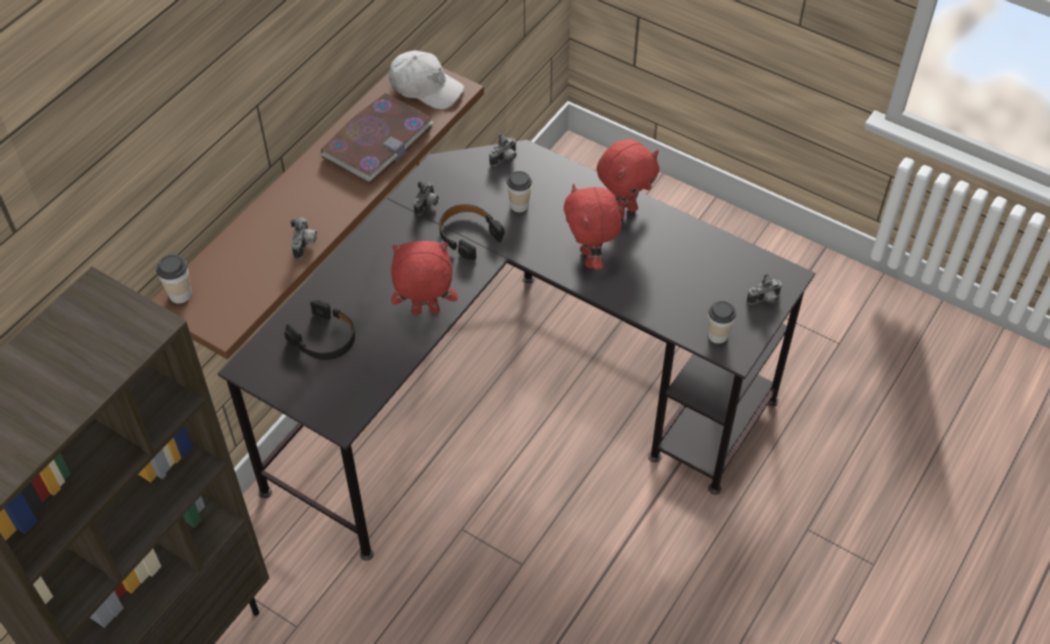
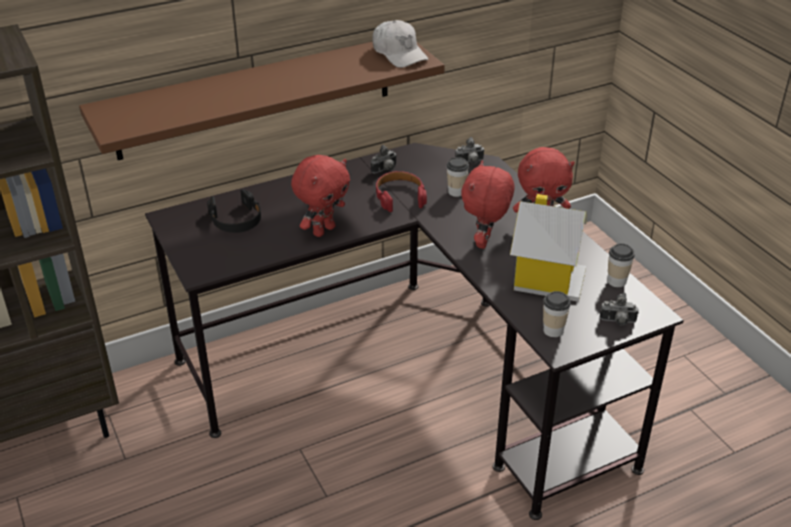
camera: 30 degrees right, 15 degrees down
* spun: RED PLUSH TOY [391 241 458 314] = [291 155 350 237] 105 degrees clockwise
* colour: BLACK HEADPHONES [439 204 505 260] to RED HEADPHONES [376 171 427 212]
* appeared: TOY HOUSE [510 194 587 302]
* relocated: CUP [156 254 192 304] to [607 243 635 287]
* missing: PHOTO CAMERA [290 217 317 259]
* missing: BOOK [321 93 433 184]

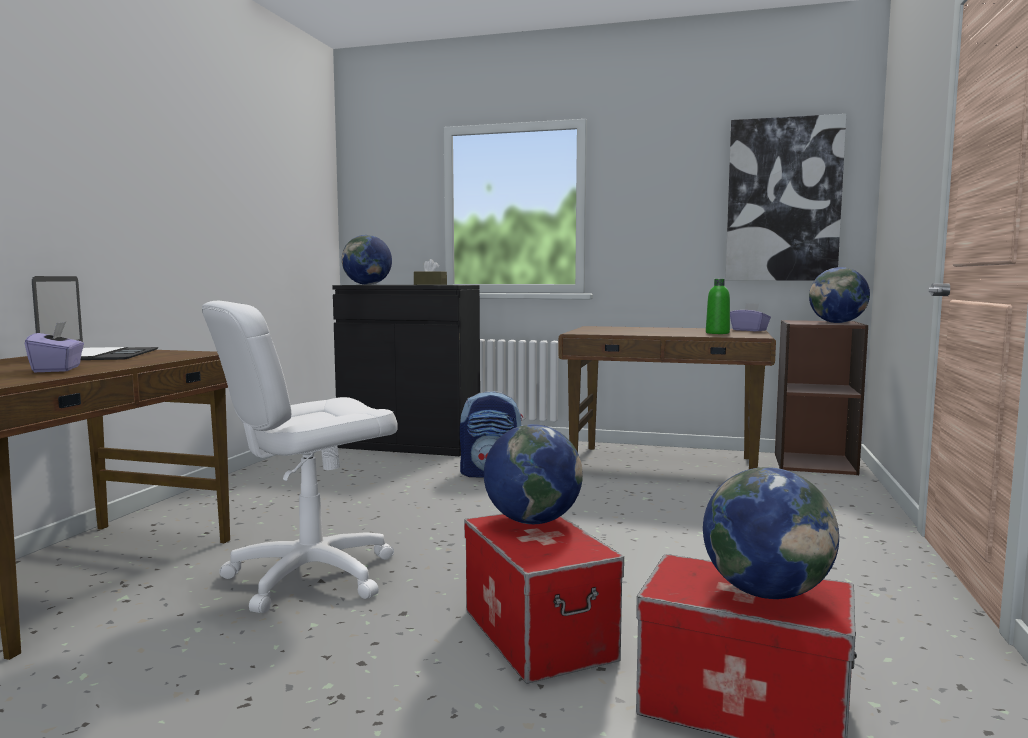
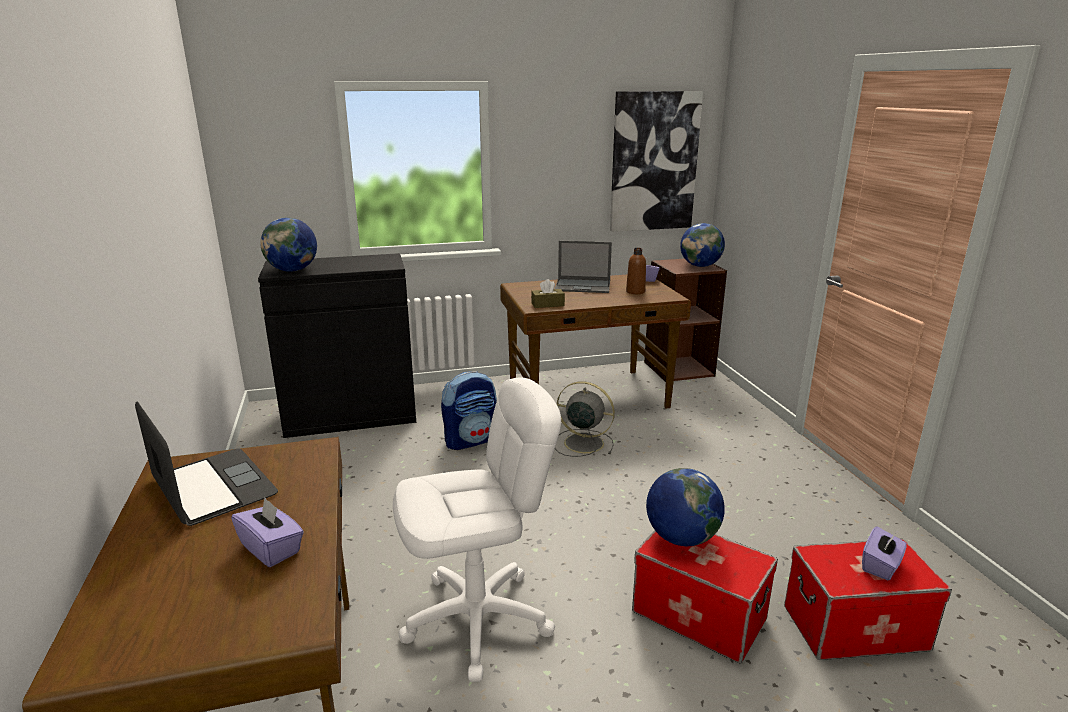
camera: 30 degrees left, 15 degrees up
* spun: WHITE OFFICE CHAIR [202 301 398 613] = [393 377 561 682] 135 degrees counterclockwise
* relocated: BROWN TISSUE BOX [414 259 447 285] to [531 279 565 308]
* appeared: LAPTOP [555 241 612 293]
* appeared: GREY FAN [555 381 615 457]
* colour: GREEN BOTTLE [706 279 730 334] to BROWN BOTTLE [626 248 646 294]
* exchanged: GLOBE [703 467 839 599] to PURPLE TISSUE BOX [862 527 907 580]

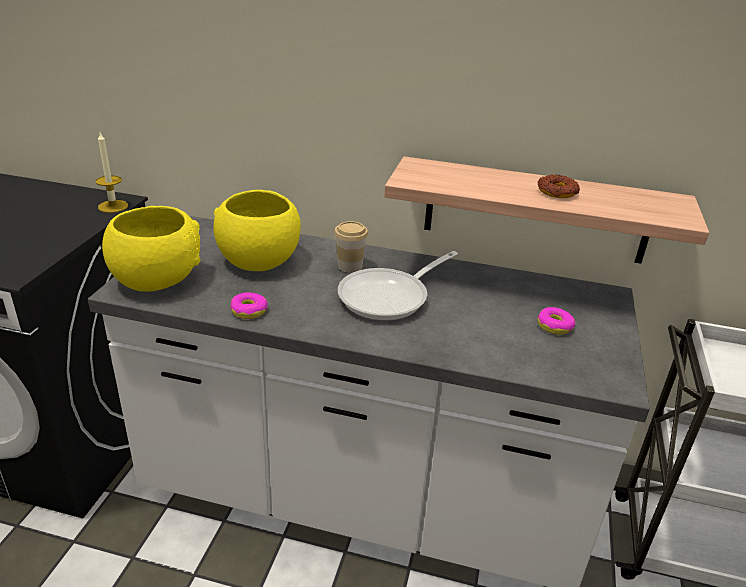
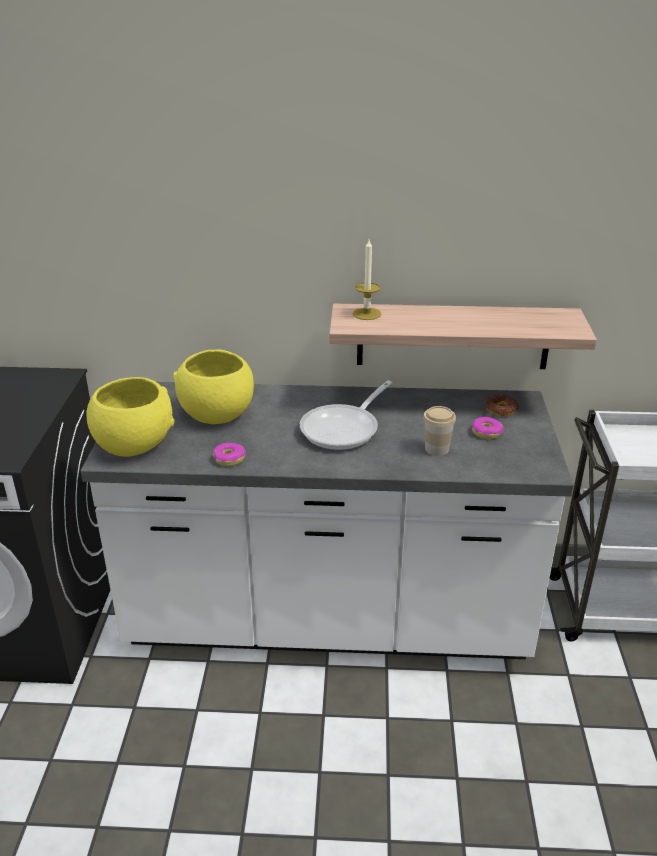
camera: 10 degrees left, 0 degrees up
* relocated: CANDLE [95 133 128 213] to [353 240 382 320]
* relocated: CUP [334 221 368 273] to [423 406 456 456]
* relocated: DONUT [538 174 580 198] to [485 394 519 416]

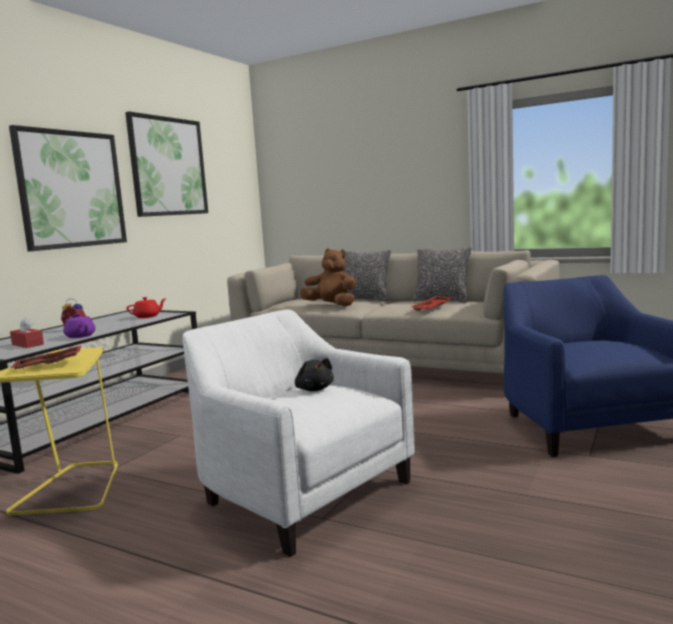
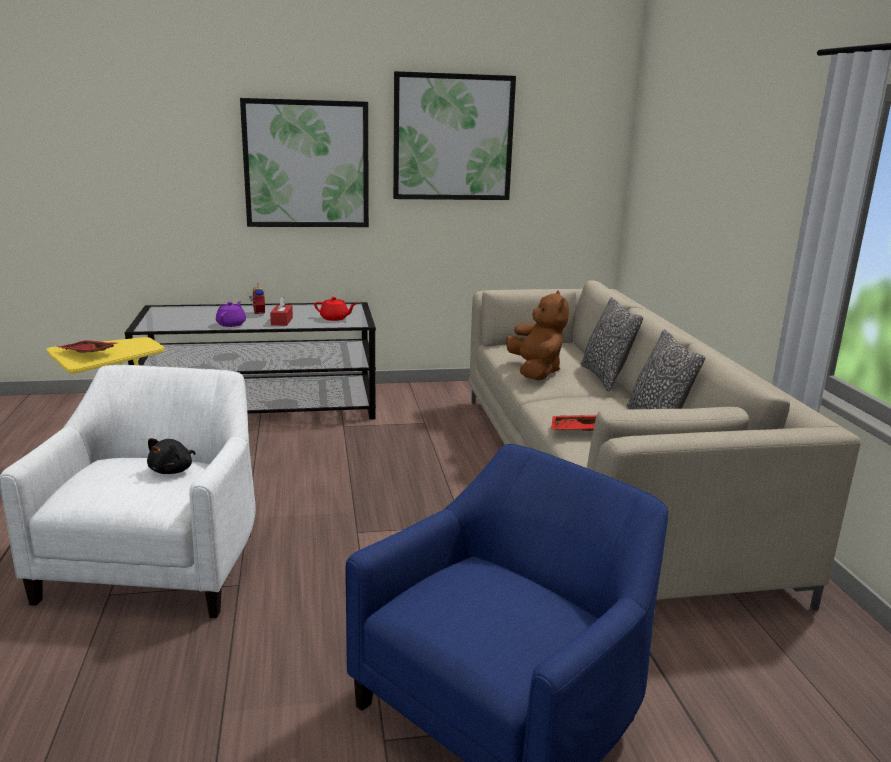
camera: 50 degrees right, 10 degrees up
* relocated: RED TISSUE BOX [10 317 44 348] to [270 296 293 326]

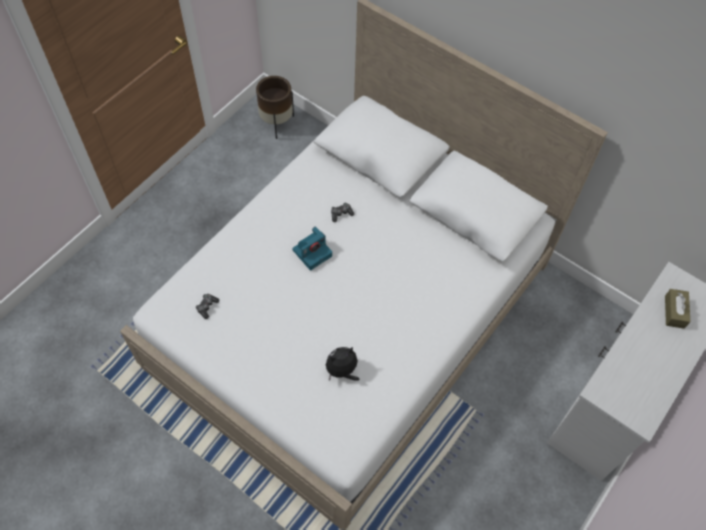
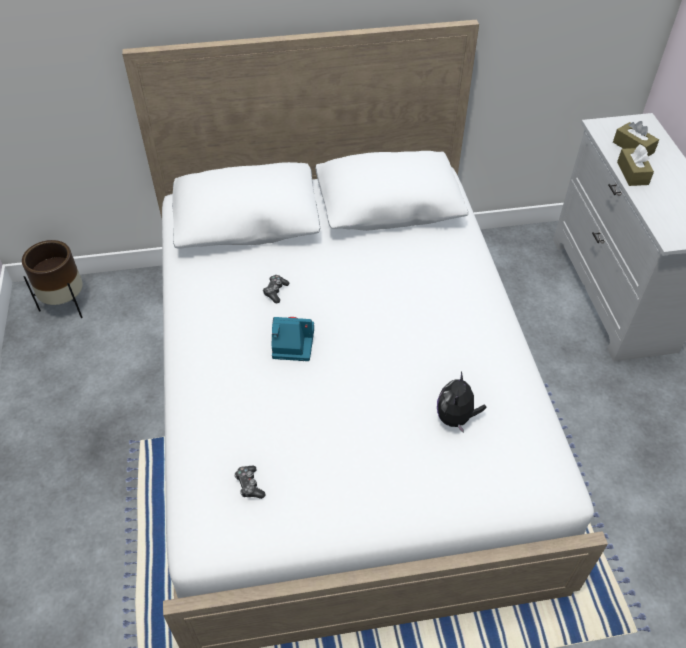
camera: 45 degrees left, 10 degrees down
* spun: PHOTO CAMERA [292 227 332 271] = [271 317 314 361] 90 degrees counterclockwise
* appeared: BROWN TISSUE BOX [617 144 654 186]

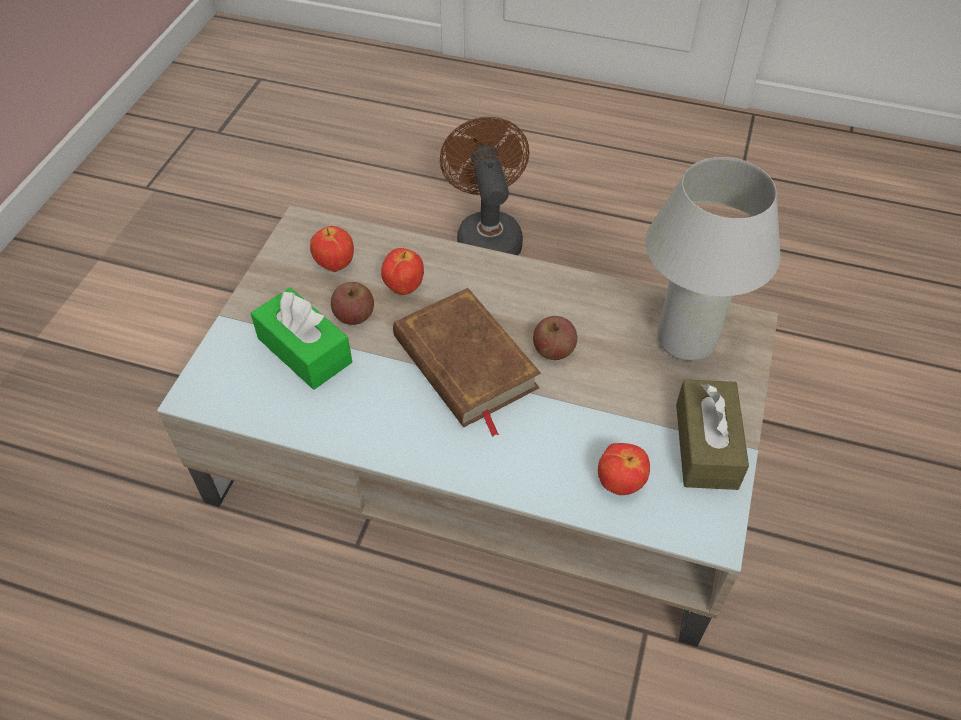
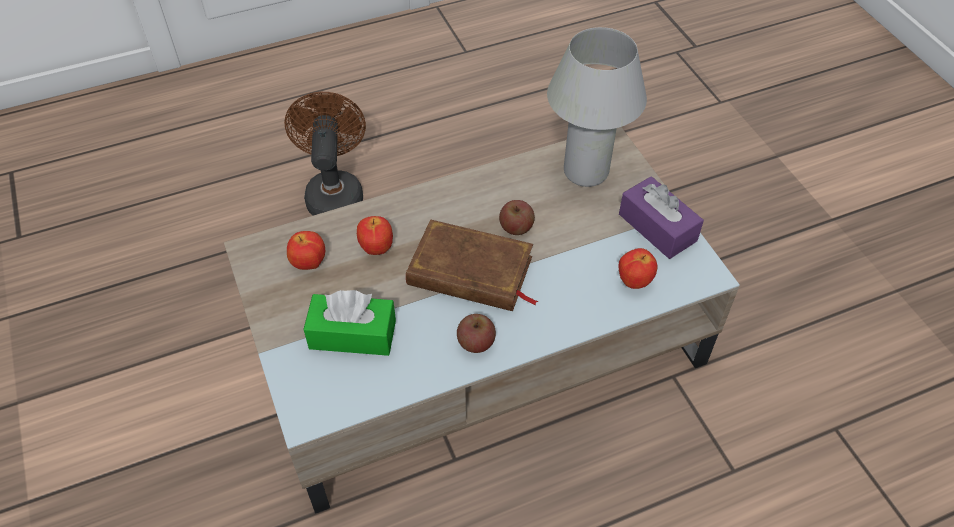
camera: 40 degrees left, 0 degrees up
* spun: BROWN FAN [440 117 529 255] = [284 92 366 216] 45 degrees clockwise
* relocated: APPLE [331 282 374 325] to [457 314 496 353]
* colour: BROWN TISSUE BOX [676 379 749 490] to PURPLE TISSUE BOX [619 176 704 259]

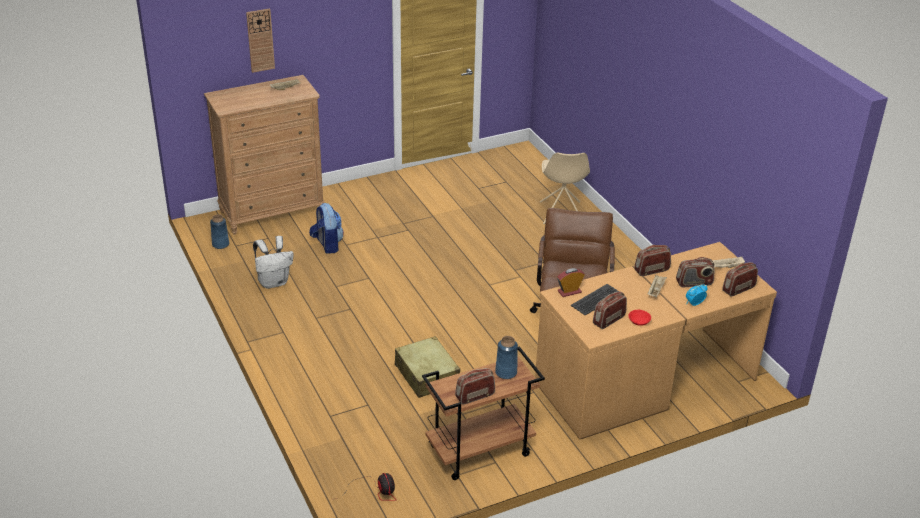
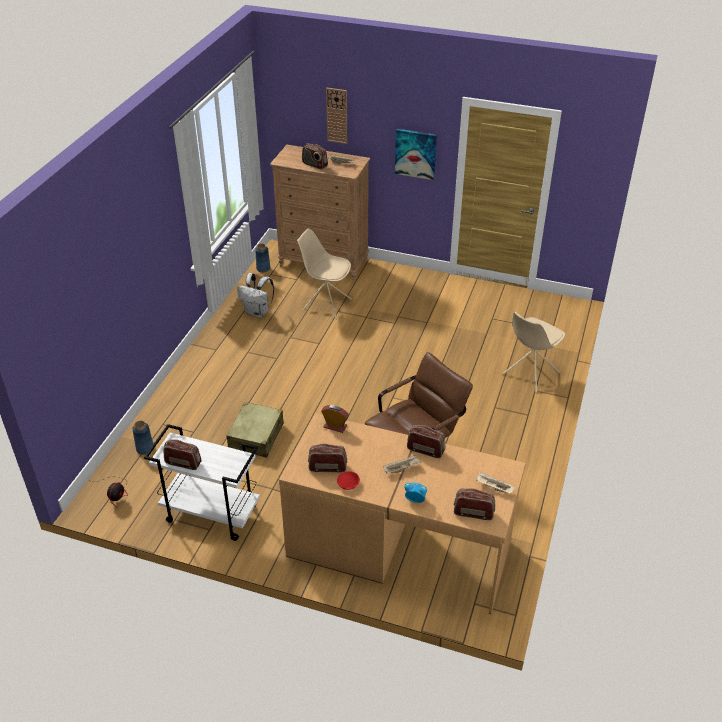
camera: 45 degrees right, 5 degrees up
* relocated: BLUE VASE [495 336 518 379] to [132 421 154 455]
* colour: BROWN CART [422 346 545 480] to WHITE CART [144 424 260 541]
* exchanged: BACKPACK [309 203 344 254] to BEIGE CHAIR [297 229 352 320]
* relocated: RADIO [676 257 715 287] to [302 143 328 169]
* appeared: PICTURE [395 129 437 180]
* missing: KEYBOARD [571 284 619 315]

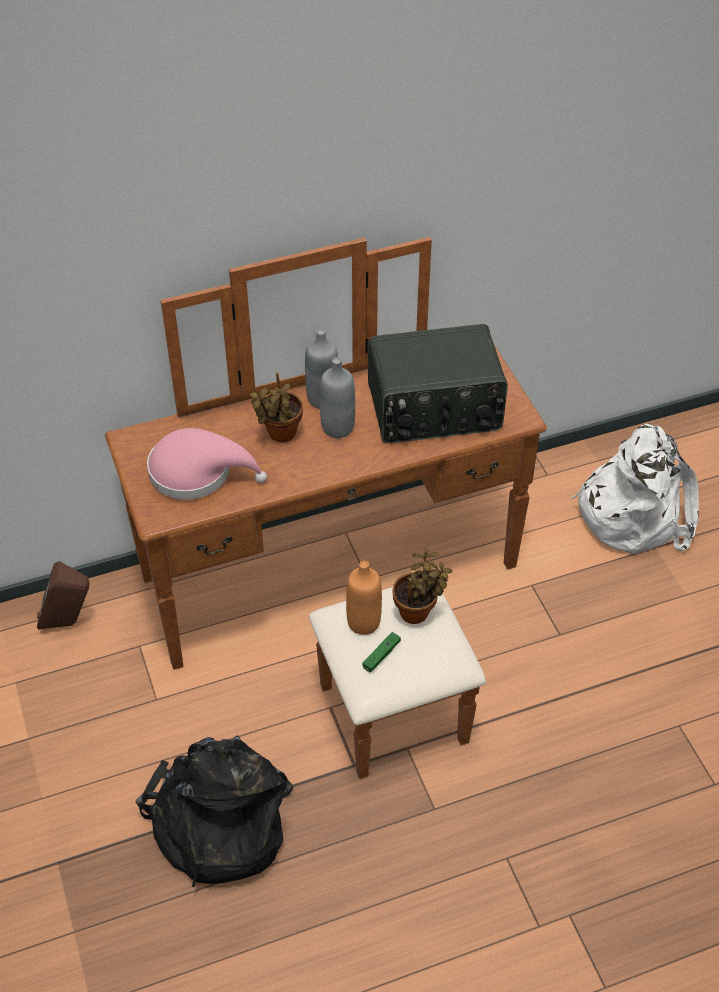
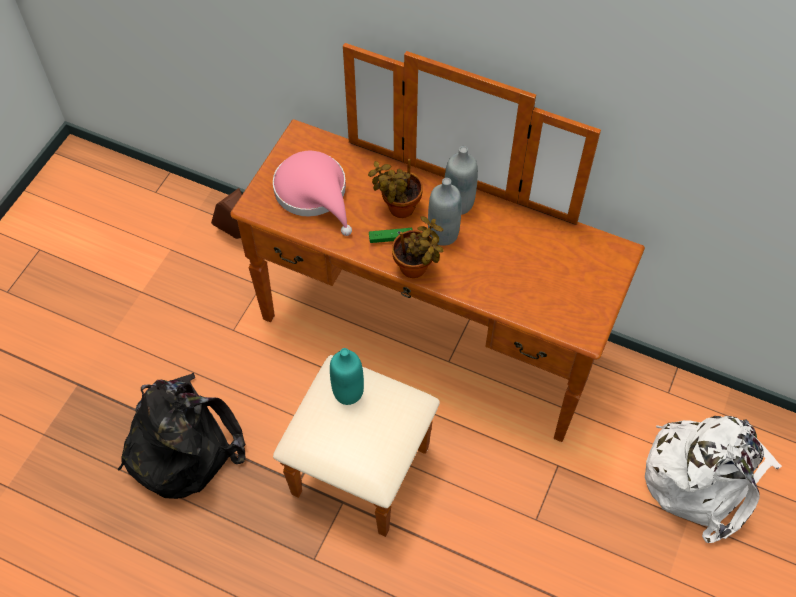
camera: 45 degrees right, 10 degrees up
* colour: ORANGE BOTTLE [346 561 382 635] to TURQUOISE BOTTLE [330 348 364 405]
* relocated: GREEN GAME CONTROLLER [363 632 401 672] to [369 228 412 243]
* relocated: POTTED PLANT [392 548 452 624] to [392 216 444 278]
* missing: RADIO [368 324 508 443]

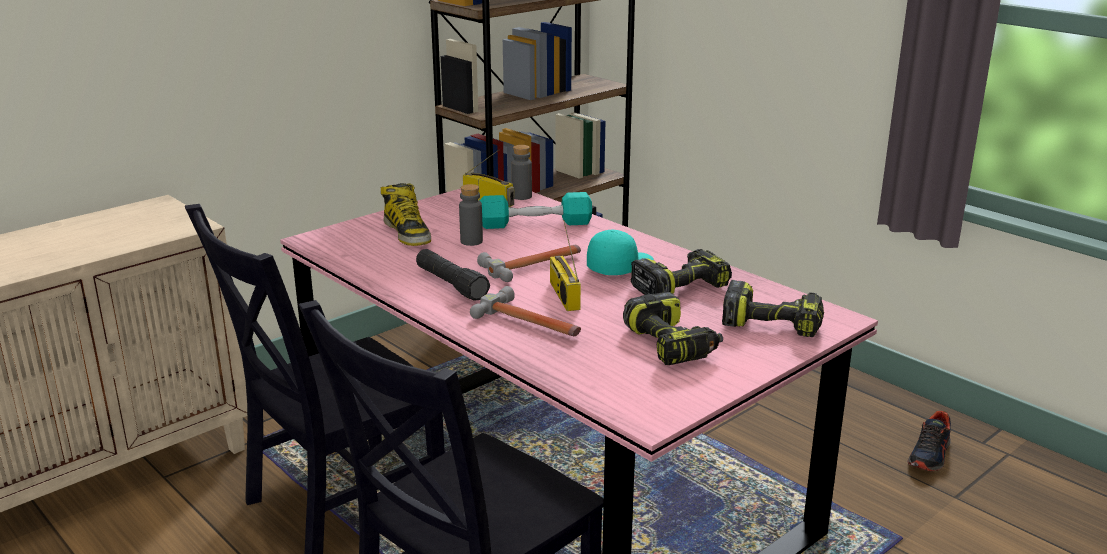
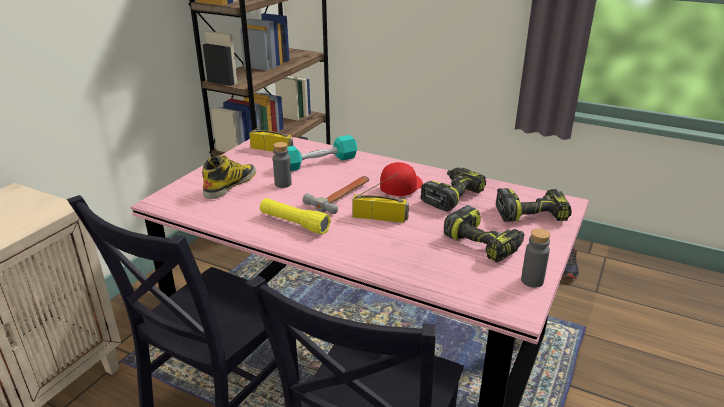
camera: 20 degrees left, 5 degrees up
* spun: BOOT [381 183 431 246] = [202 155 256 199] 105 degrees counterclockwise
* colour: BLACK FLASHLIGHT [416 249 490 301] to YELLOW FLASHLIGHT [260 198 331 234]
* spun: RADIO [550 220 581 311] = [352 173 409 223] 135 degrees clockwise
* colour: TURQUOISE CAP [587 230 654 275] to RED CAP [380 162 423 196]
* relocated: GREY BOTTLE [511 145 532 200] to [521 228 550 288]
* missing: HAMMER [470 286 581 336]

